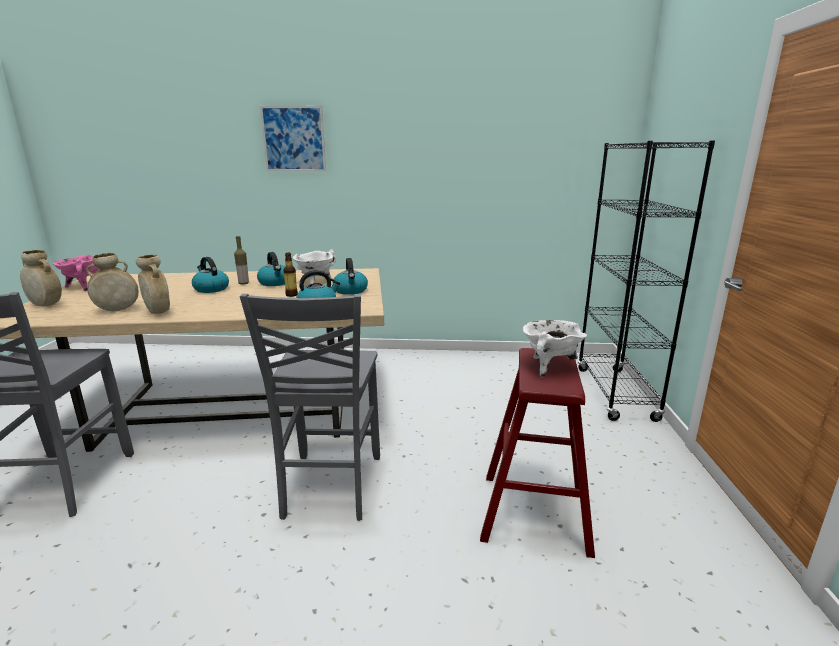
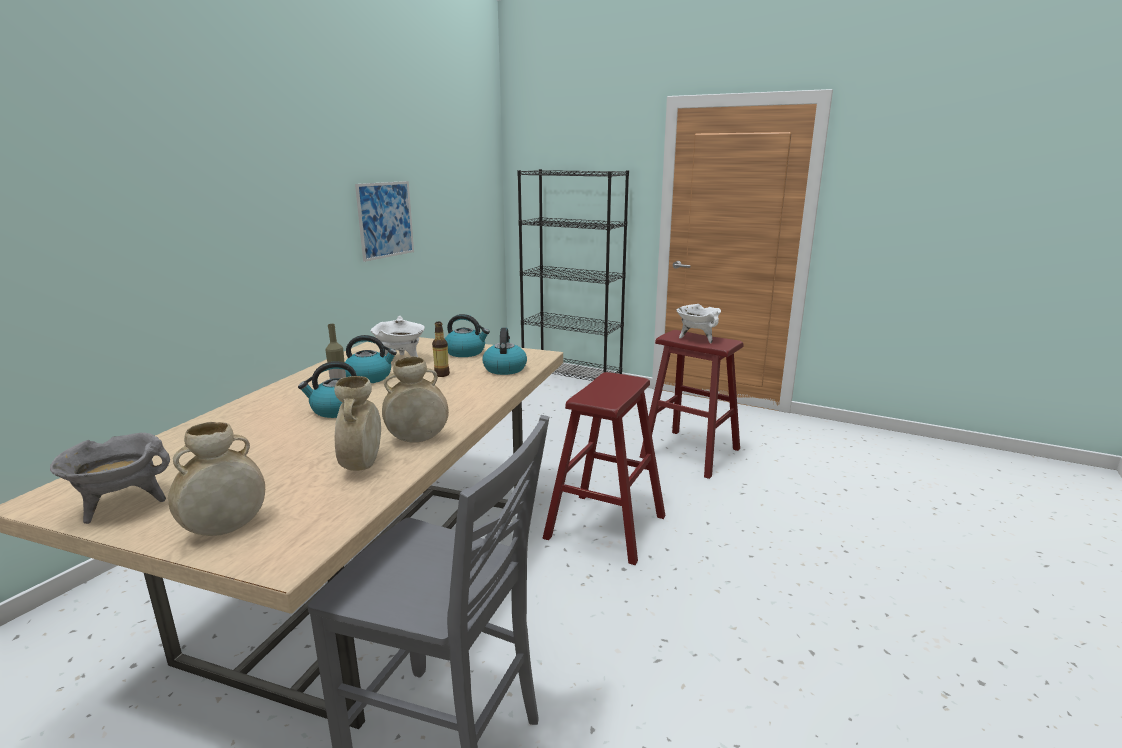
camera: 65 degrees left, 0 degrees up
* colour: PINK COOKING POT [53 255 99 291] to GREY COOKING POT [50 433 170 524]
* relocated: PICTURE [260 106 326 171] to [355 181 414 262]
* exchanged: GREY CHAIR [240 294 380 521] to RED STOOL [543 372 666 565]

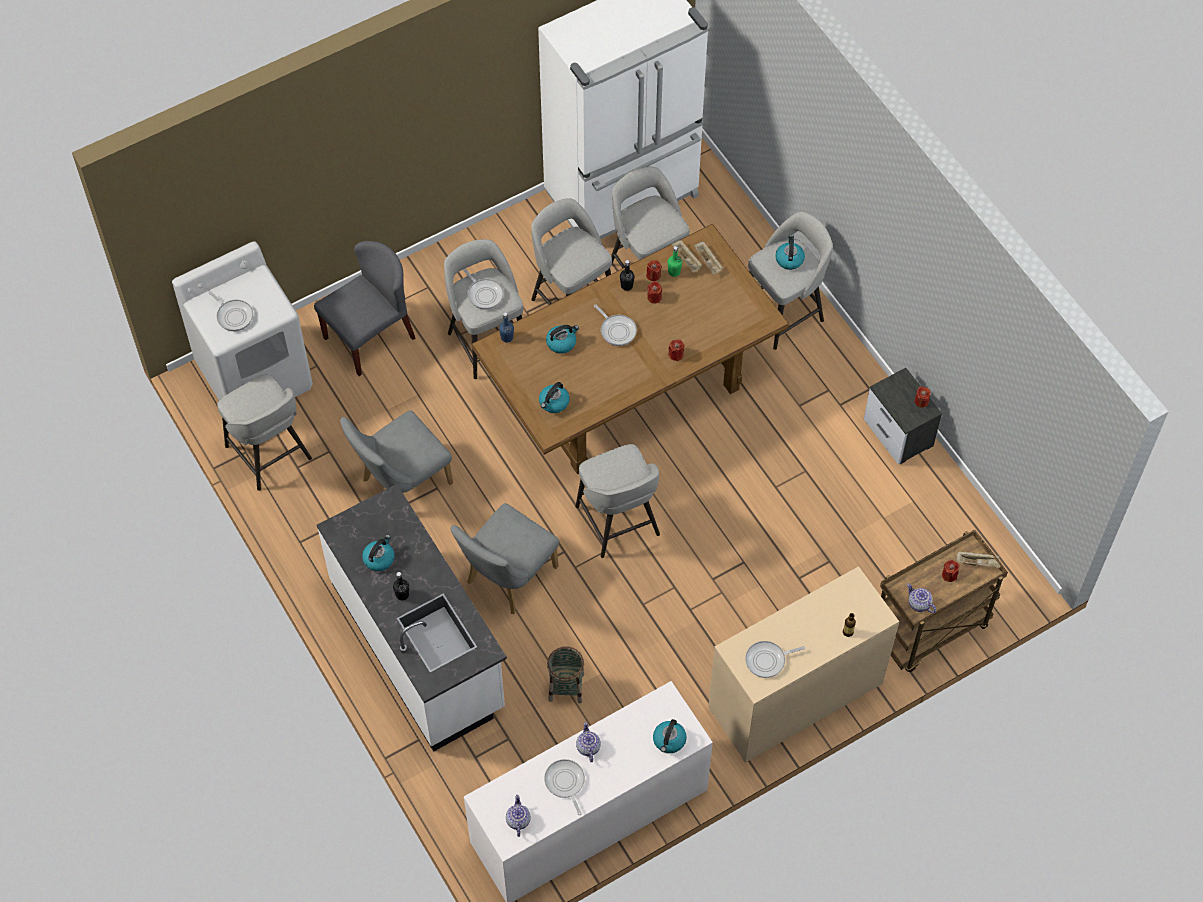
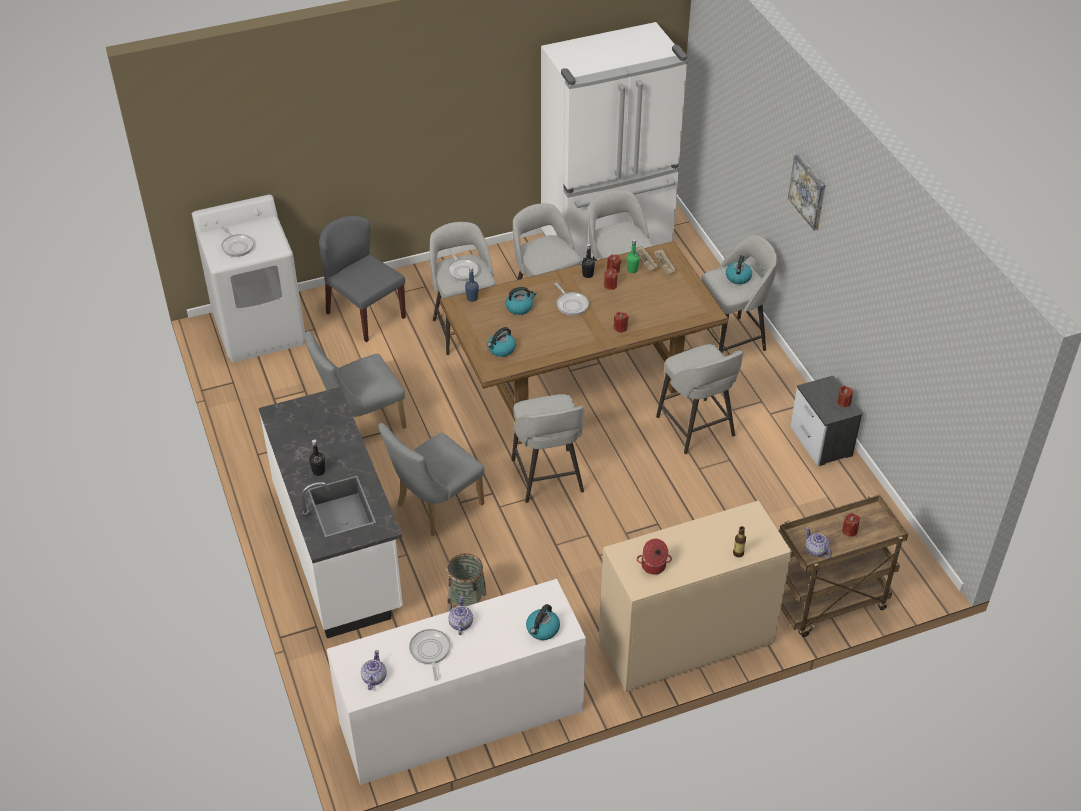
camera: 10 degrees right, 15 degrees down
* spun: GREY CHAIR [314 241 416 376] = [319 216 406 342] 105 degrees counterclockwise
* exchanged: FRYING PAN [745 641 805 678] to COOKING POT [637 539 672 575]
* relocated: GREY STOOL [217 374 312 491] to [656 344 743 454]
* appeared: PICTURE [788 153 826 230]
* missing: KETTLE [362 535 395 571]
* missing: BEIGE TRAY [956 551 1000 568]

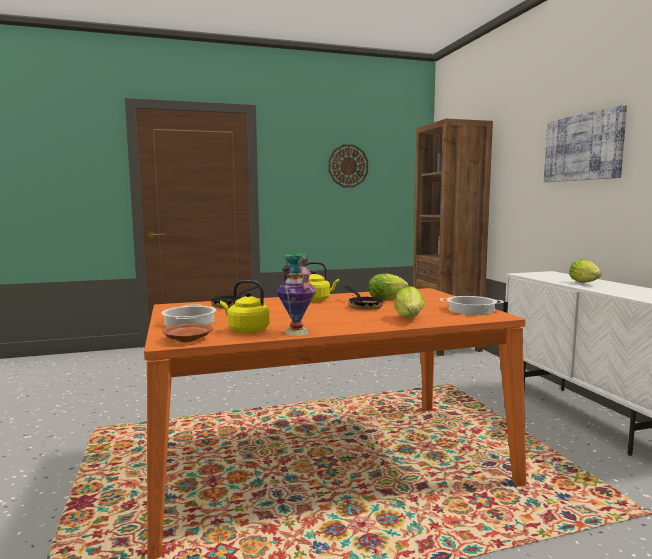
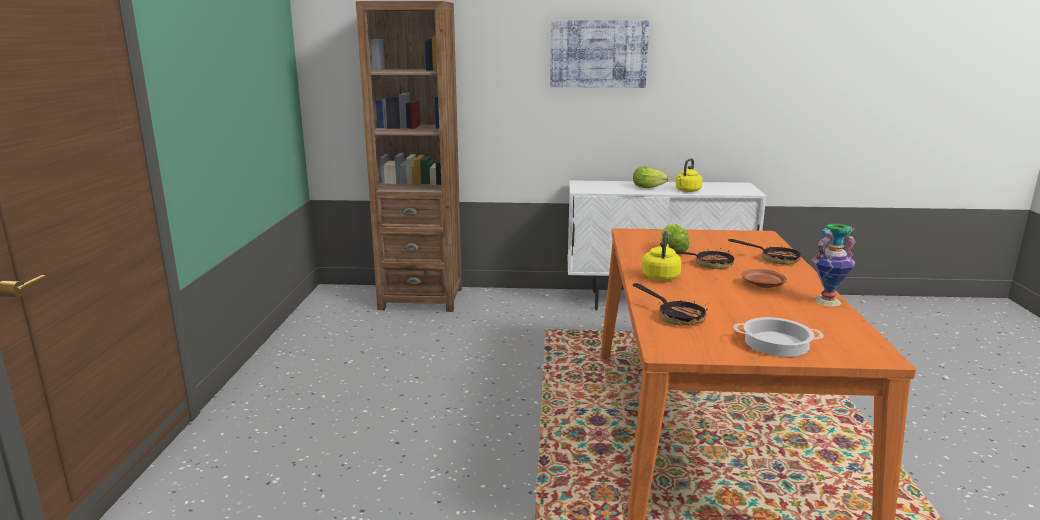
camera: 70 degrees left, 10 degrees up
* relocated: YELLOW KETTLE [220 280 269 333] to [676 158 703 192]
* exchanged: LETTUCE [394 286 425 318] to FRYING PAN [728 239 801 264]
* relocated: BROWN PLATE [162 323 213 342] to [742 269 787 288]
* missing: WALL CLOCK [328 144 368 188]
* missing: COOKING POT [439 296 504 315]

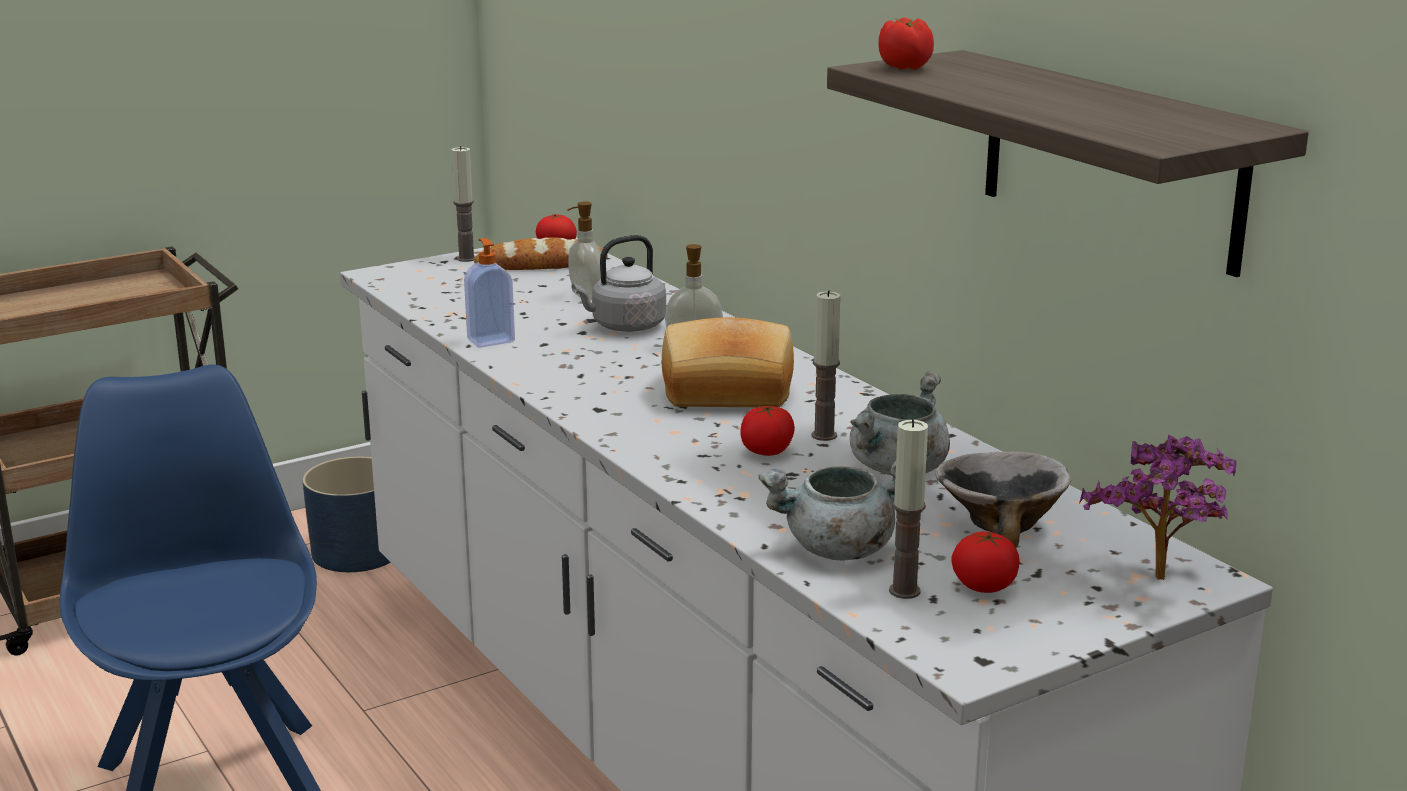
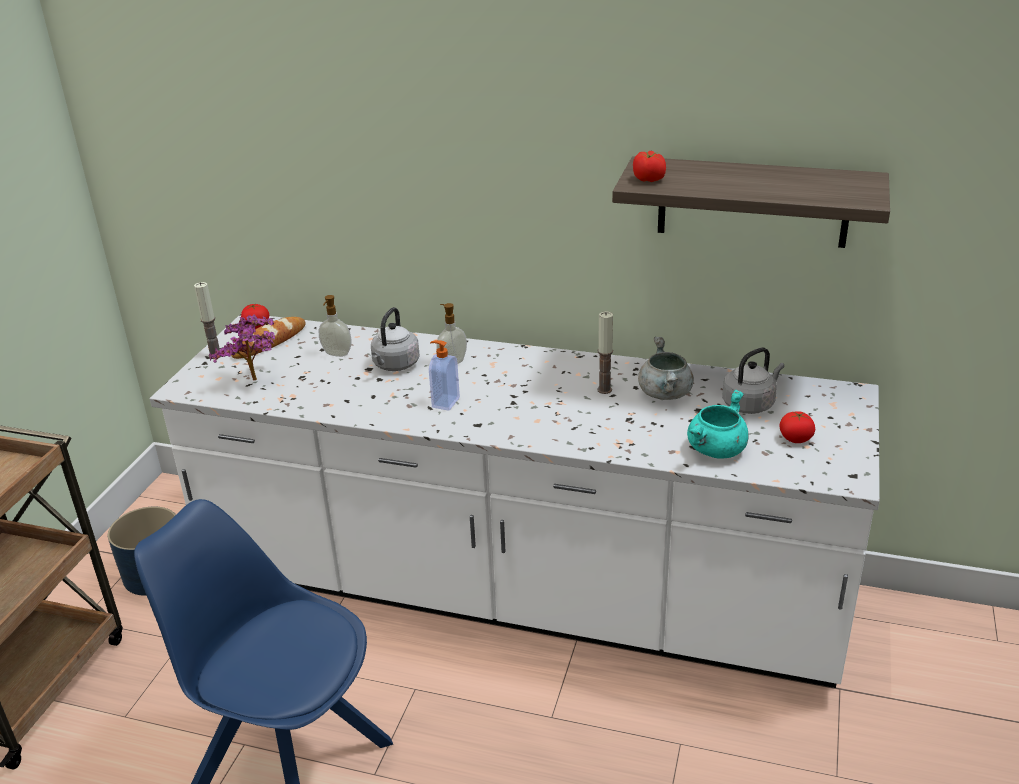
camera: 40 degrees left, 10 degrees up
* relocated: POTTED PLANT [1079 434 1237 580] to [209 315 275 381]
* relocated: SOAP DISPENSER [464 238 515 348] to [429 340 460 411]
* colour: GREY COOKING POT [758 461 896 560] to TURQUOISE COOKING POT [687 389 749 459]
* exchanged: BOWL [936 452 1071 547] to GREY KETTLE [723 348 784 414]
* missing: BREAD [662 317 794 407]
* missing: TOMATO [740 406 795 456]
* missing: CANDLE [889 419 928 599]

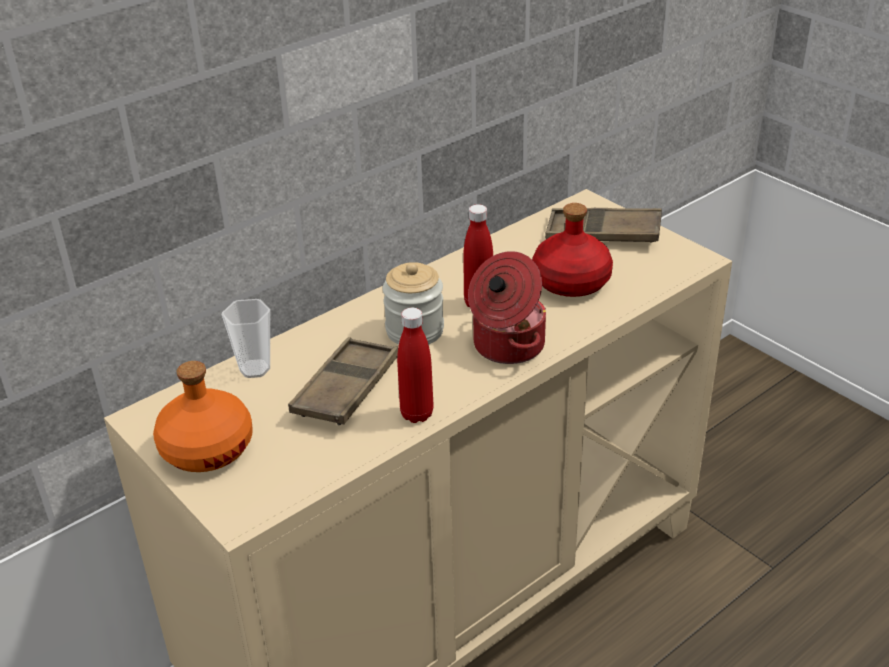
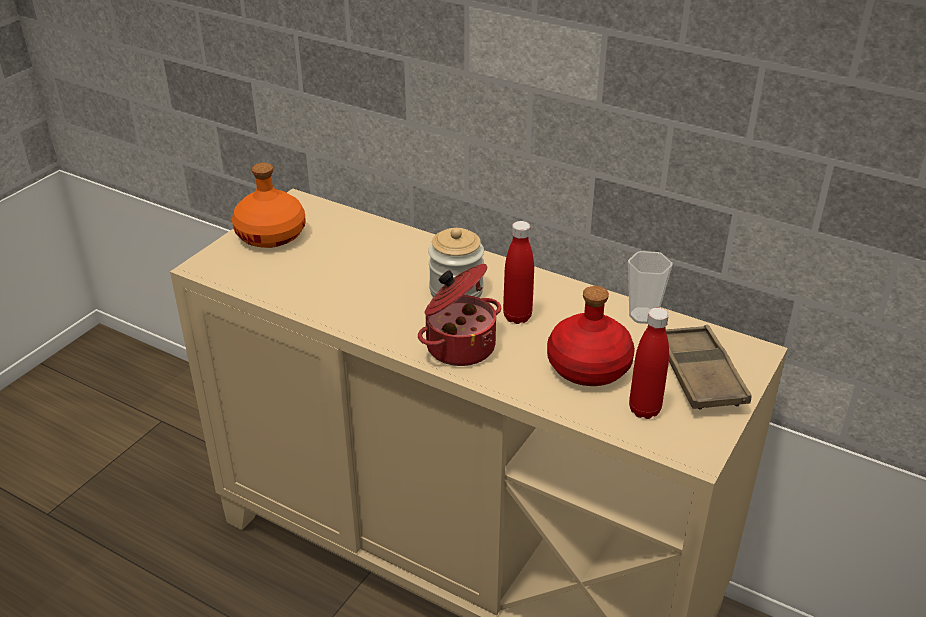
camera: 70 degrees right, 0 degrees up
* relocated: CUP [222 299 270 378] to [628 251 673 324]
* relocated: RED BOTTLE [397 308 433 423] to [629 308 669 419]
* missing: BROWN TRAY [288 337 398 425]

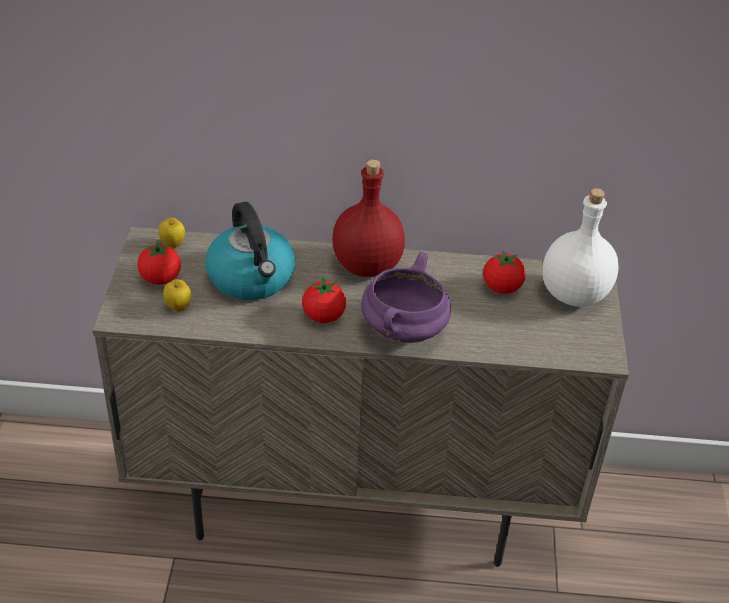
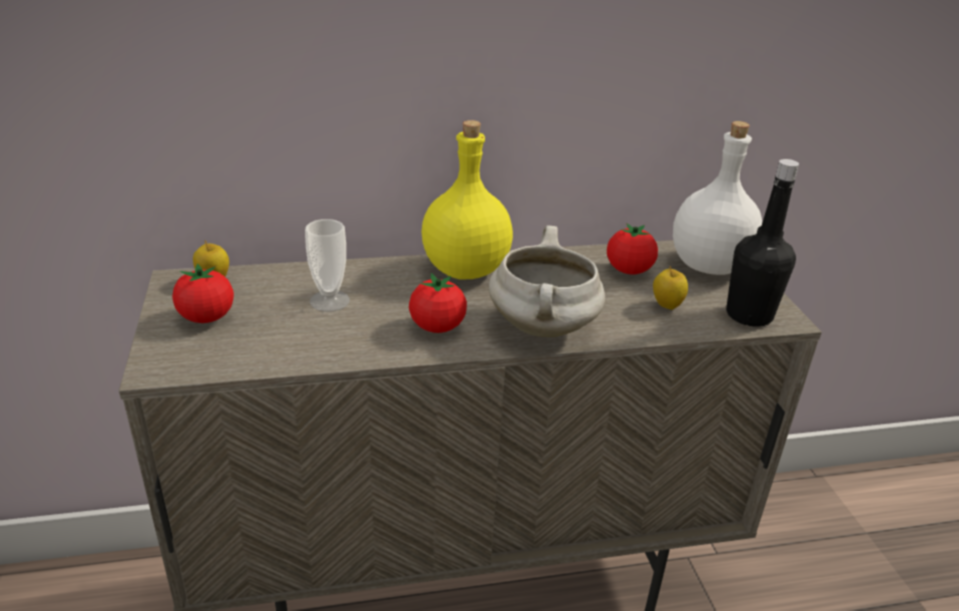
camera: 15 degrees left, 10 degrees down
* exchanged: KETTLE [205 202 295 300] to CUP [305 219 350 312]
* colour: RED BOTTLE [332 159 405 277] to YELLOW BOTTLE [422 120 513 279]
* colour: PURPLE COOKING POT [361 252 451 343] to WHITE COOKING POT [489 225 605 337]
* relocated: APPLE [163 278 192 312] to [653 266 688 310]
* appeared: BLACK BOTTLE [726 159 799 327]

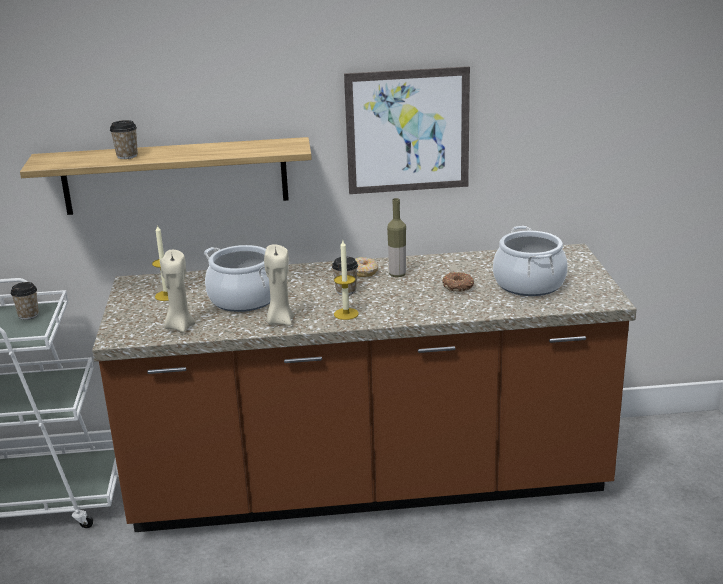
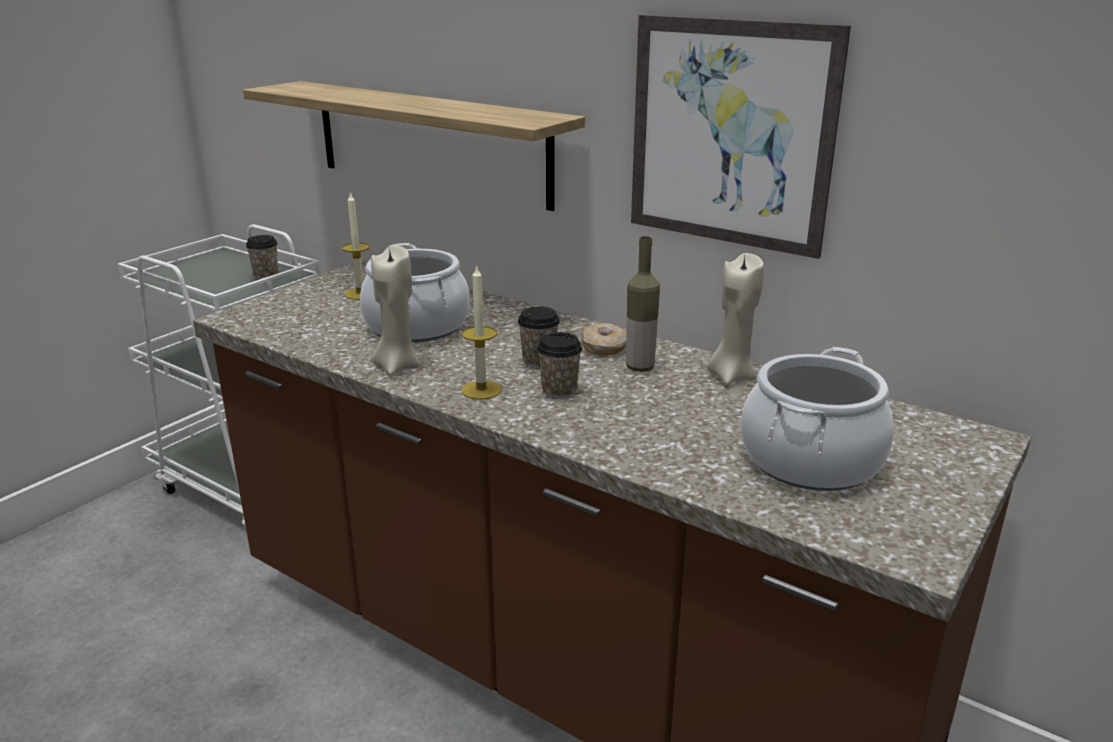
camera: 40 degrees right, 0 degrees up
* relocated: CUP [110 120 138 159] to [537 332 582 399]
* relocated: BEIGE CANDLE [160 250 195 332] to [707 253 764 384]
* missing: DONUT [442 272 474 292]

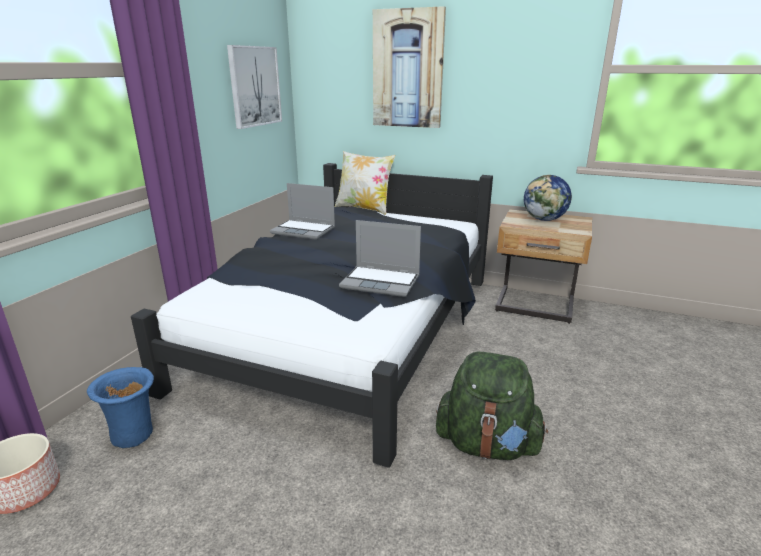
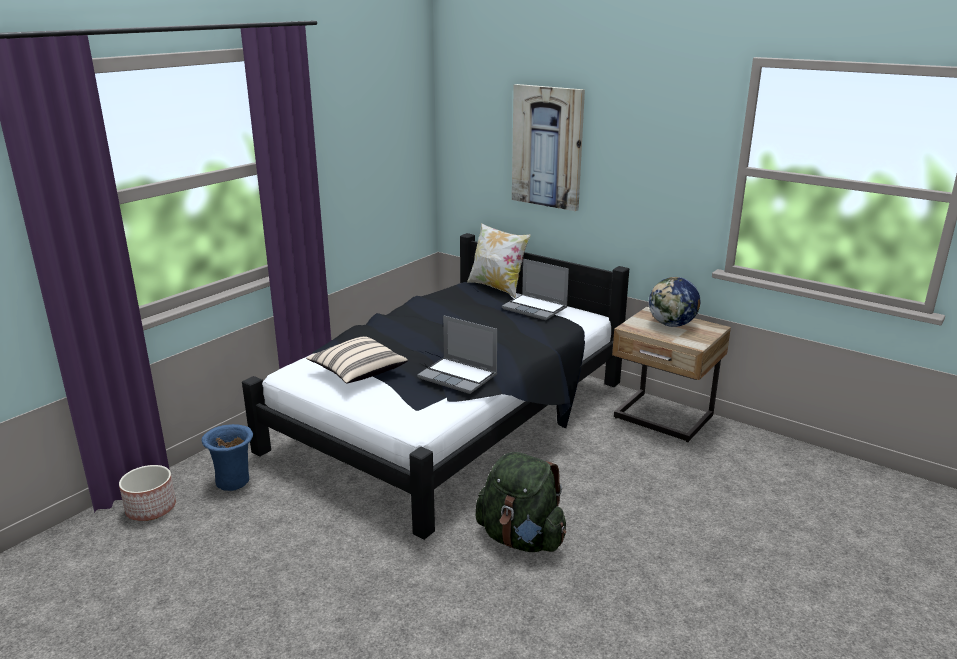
camera: 15 degrees right, 0 degrees up
* appeared: BEIGE PILLOW [306 336 408 384]
* relocated: LAPTOP [270 183 335 240] to [502 259 569 320]
* missing: PICTURE [227 45 282 129]

